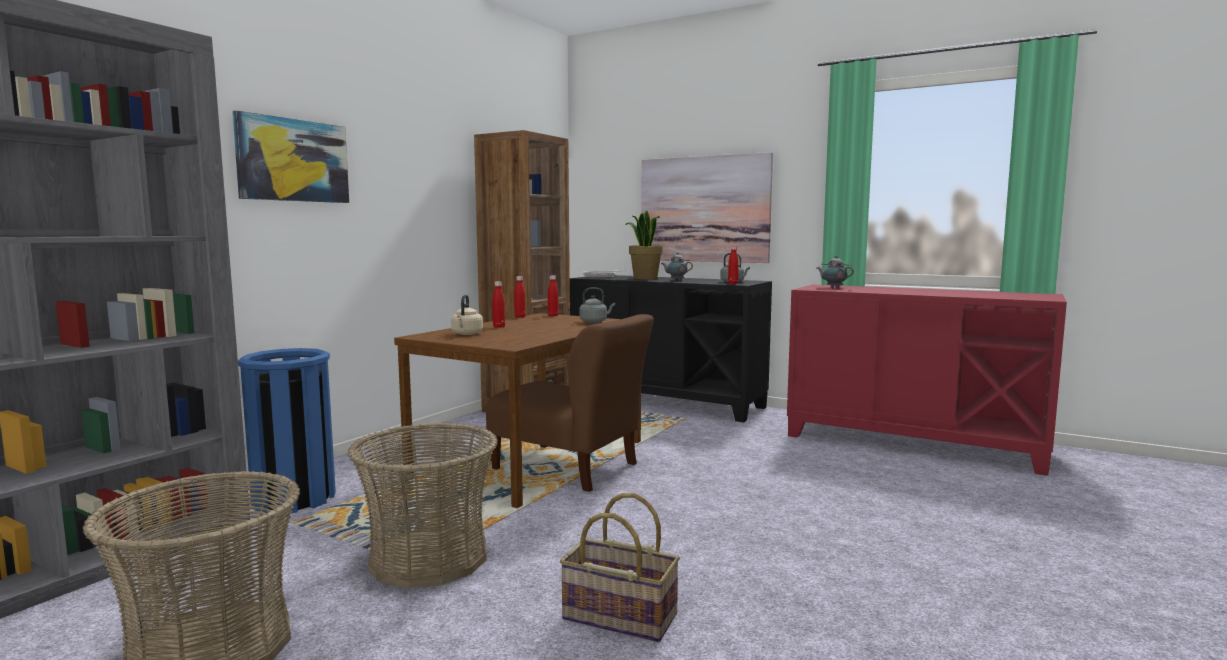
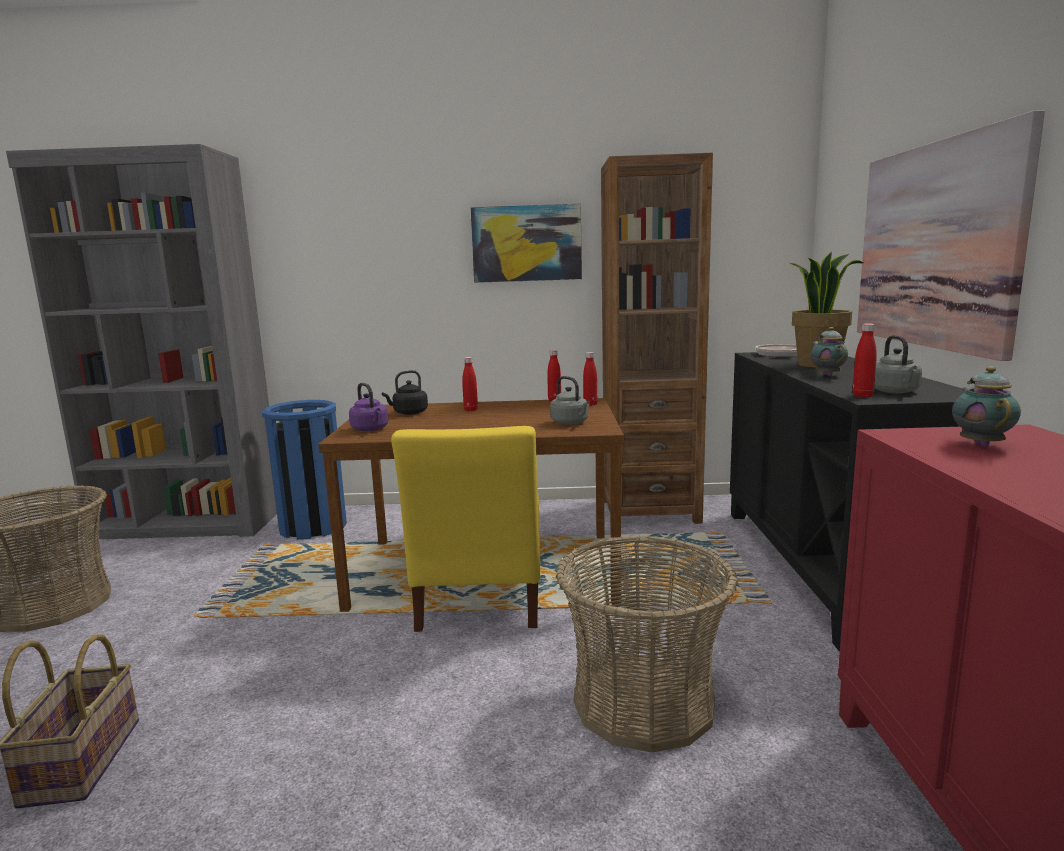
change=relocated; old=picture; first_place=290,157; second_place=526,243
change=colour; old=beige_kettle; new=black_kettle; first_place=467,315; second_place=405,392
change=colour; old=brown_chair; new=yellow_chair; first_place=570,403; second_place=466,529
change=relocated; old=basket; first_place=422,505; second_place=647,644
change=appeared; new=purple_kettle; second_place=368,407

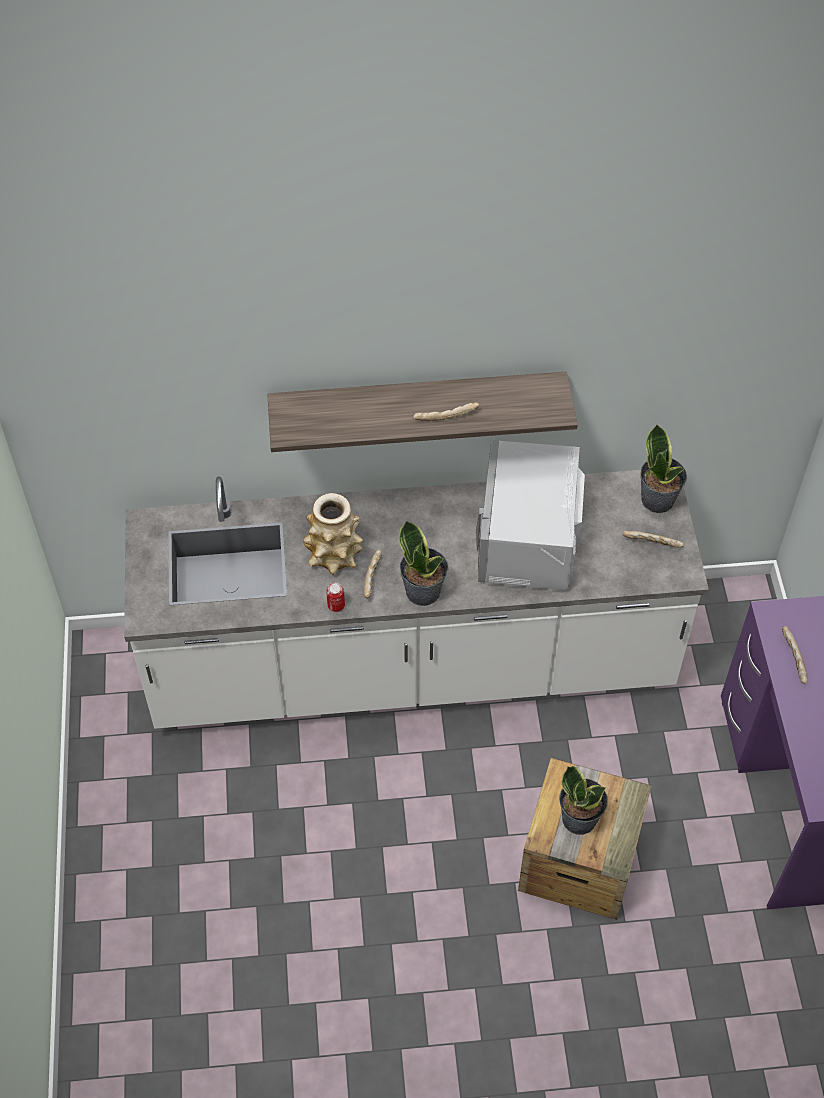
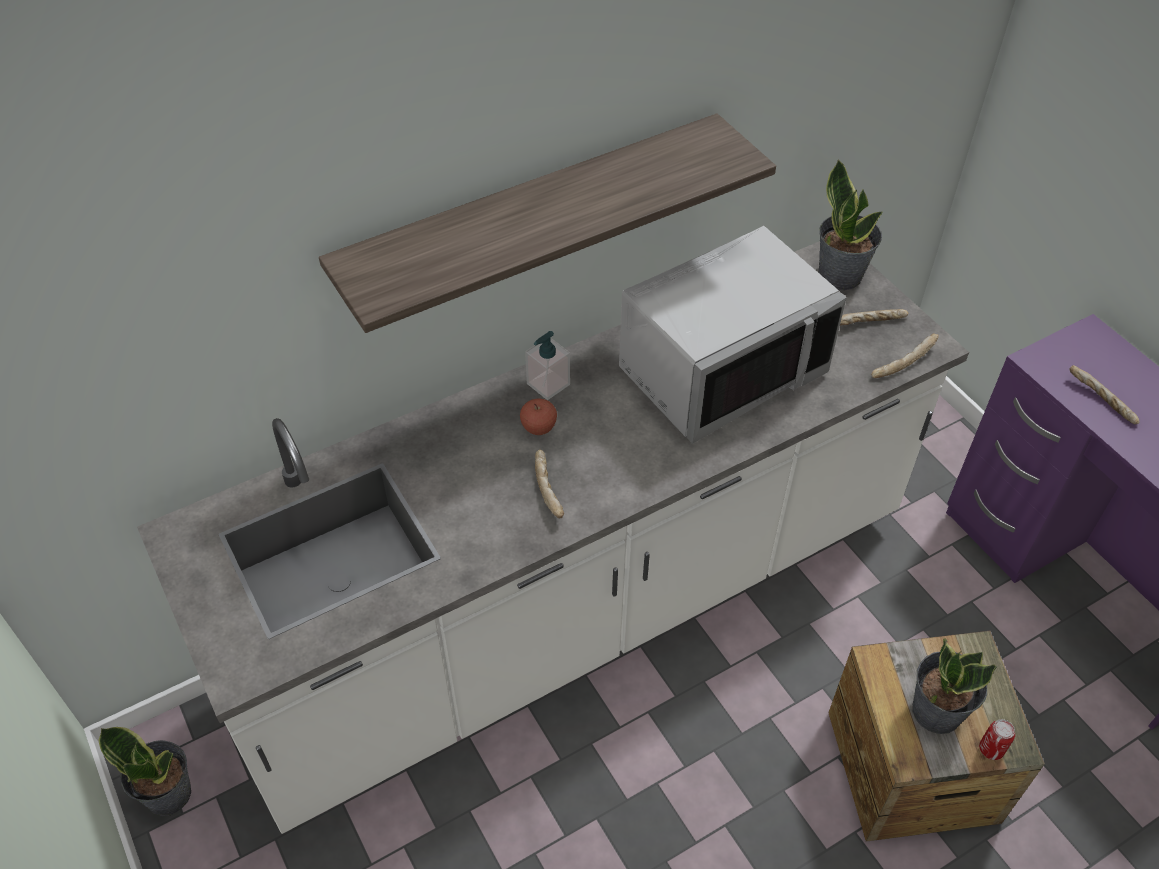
change=relocated; old=bread; first_place=446,411; second_place=905,355
change=spun; old=grey_microwave; first_place=530,515; second_place=733,335; degrees=-105
change=missing; old=vase; first_place=333,533
change=relocated; old=potted_plant; first_place=423,563; second_place=144,771
change=relocated; old=can; first_place=335,597; second_place=997,739
change=appeared; new=soap_dispenser; second_place=547,365
change=appeared; new=apple; second_place=538,417

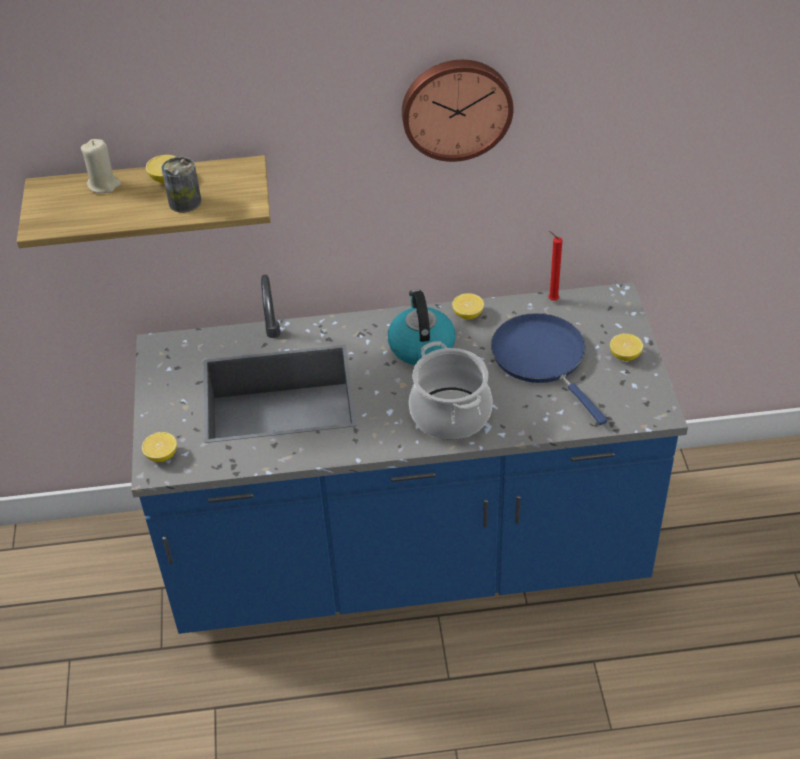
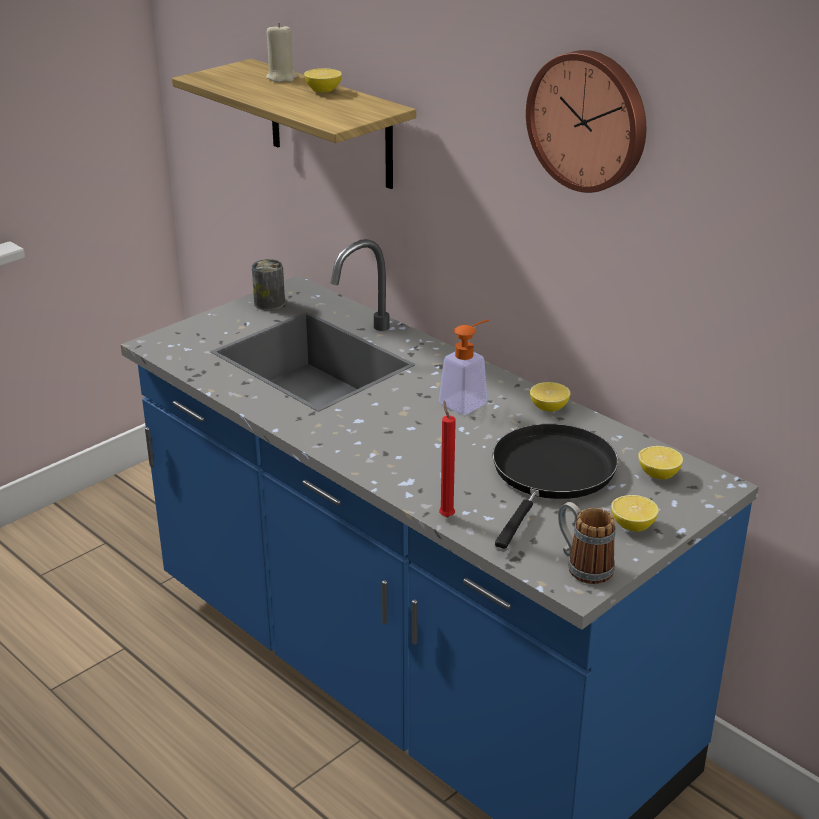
change=relocated; old=can; first_place=181,185; second_place=268,284
change=relocated; old=red_candle; first_place=555,266; second_place=447,459
change=exchanged; old=kettle; new=soap_dispenser; first_place=422,327; second_place=464,367
change=colour; old=blue_frying_pan; new=black_frying_pan; first_place=549,369; second_place=555,486
change=missing; old=cooking_pot; first_place=451,390
change=relocated; old=lemon; first_place=159,447; second_place=660,462
change=appeared; new=mug; second_place=586,543

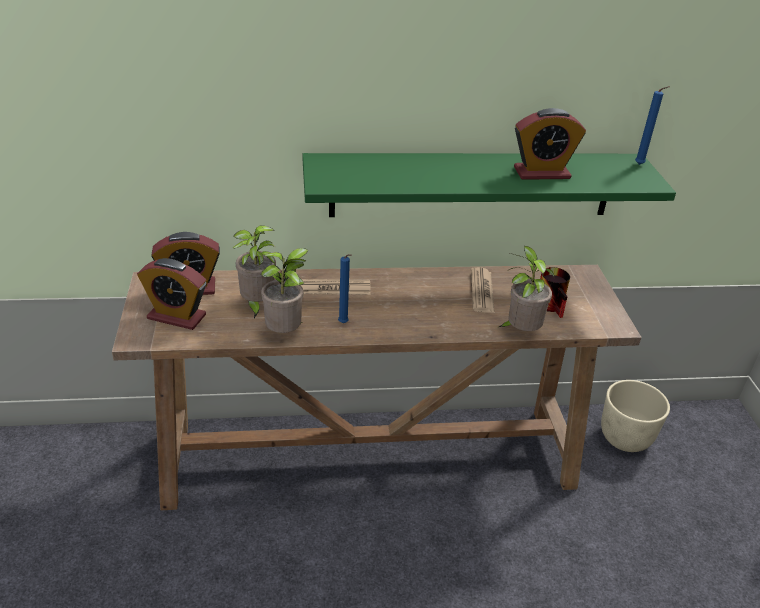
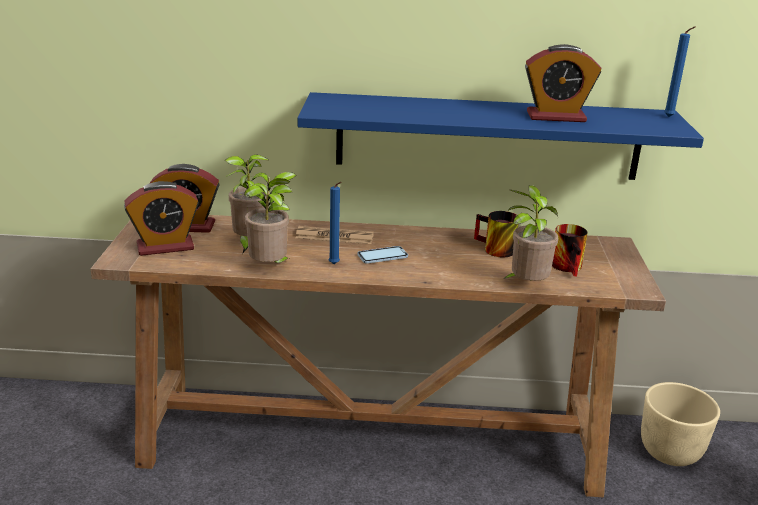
change=colour; old=green_shelf; new=blue_shelf; first_place=489,185; second_place=500,136
change=spun; old=alarm_clock; first_place=171,294; second_place=161,218; degrees=-45
change=exchanged; old=newspaper; new=mug; first_place=483,290; second_place=496,234
change=appeared; new=phone; second_place=382,255

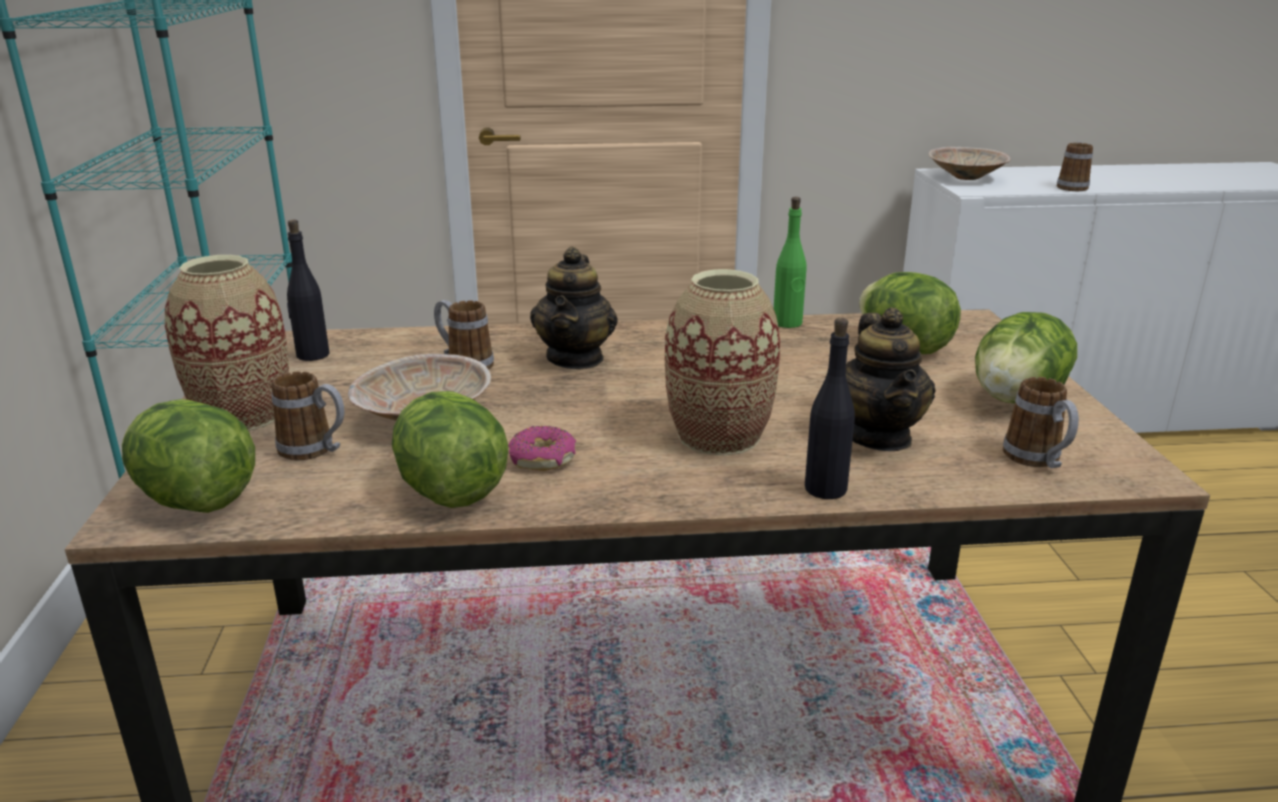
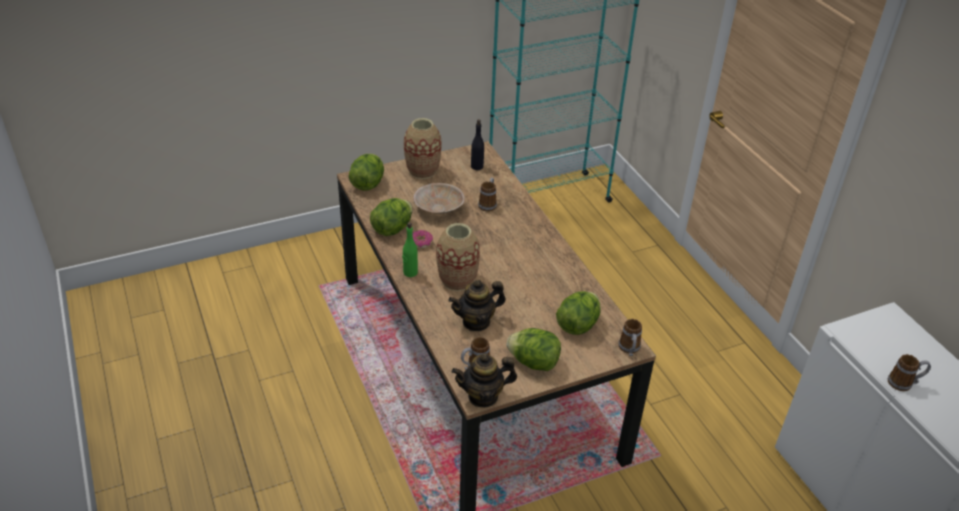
change=missing; old=beige_bowl; first_place=970,163
change=relocated; old=green_bottle; first_place=790,262; second_place=410,249
change=relocated; old=teapot; first_place=574,307; second_place=484,380
change=missing; old=black_bottle; first_place=830,408
change=relocated; old=mug; first_place=308,415; second_place=630,337

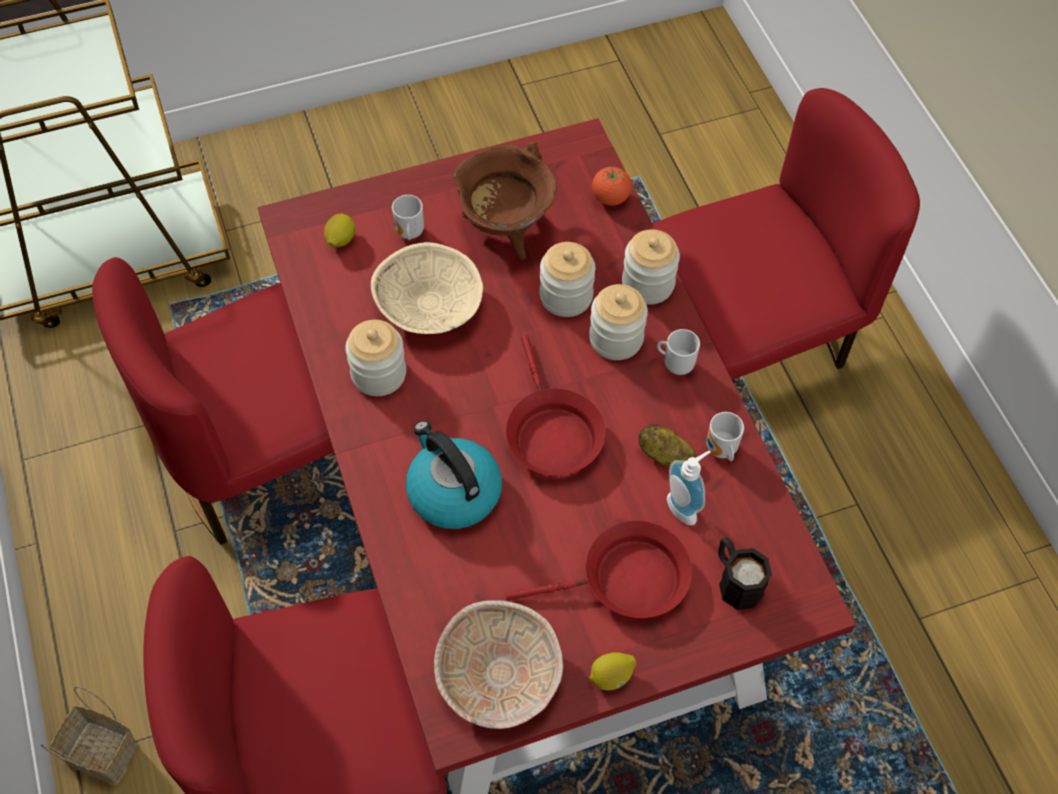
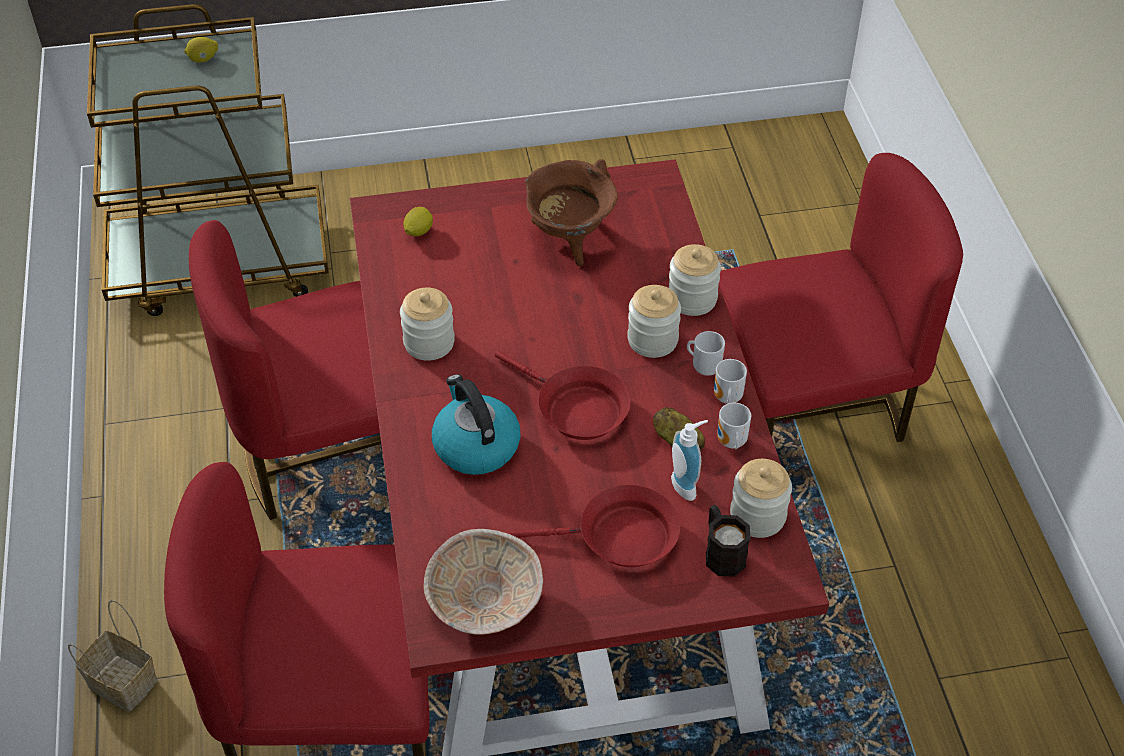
change=missing; old=tomato; first_place=612,185
change=relocated; old=mug; first_place=408,217; second_place=730,381
change=missing; old=beige_bowl; first_place=427,288
change=relocated; old=jar; first_place=567,279; second_place=761,498
change=spun; old=red_frying_pan; first_place=556,405; second_place=563,395; degrees=-45
change=relocated; old=lemon; first_place=612,671; second_place=201,50

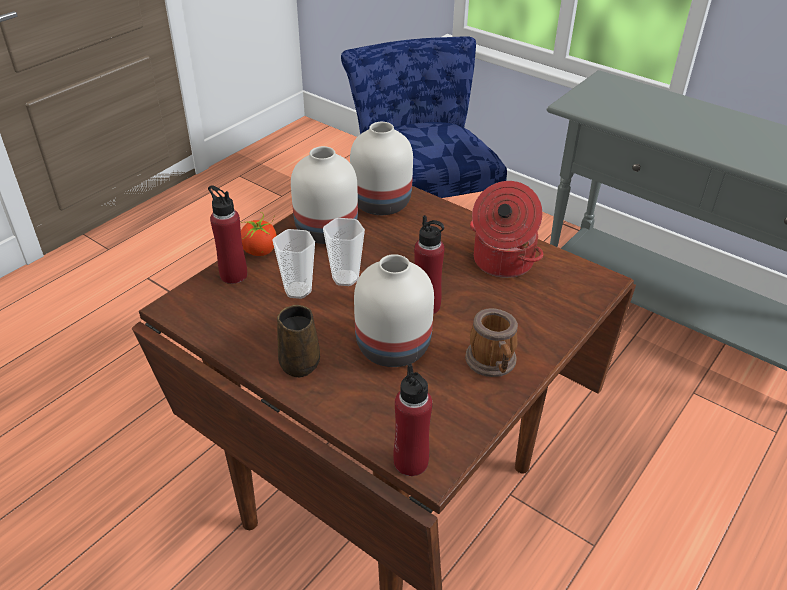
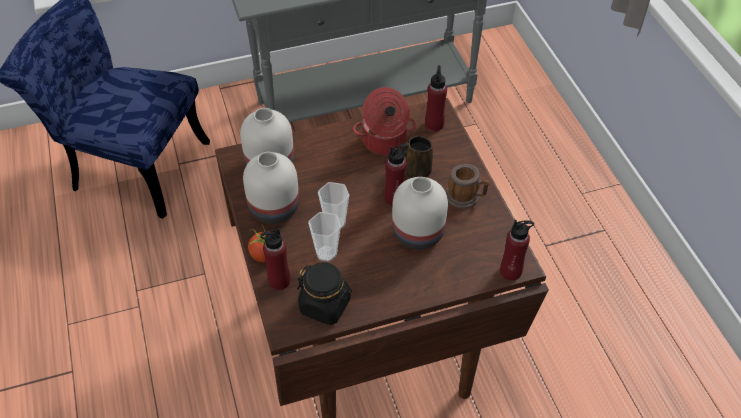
change=relocated; old=brown_mug; first_place=298,341; second_place=417,157
change=appeared; new=red_bottle; second_place=436,98
change=appeared; new=black_jar; second_place=324,293

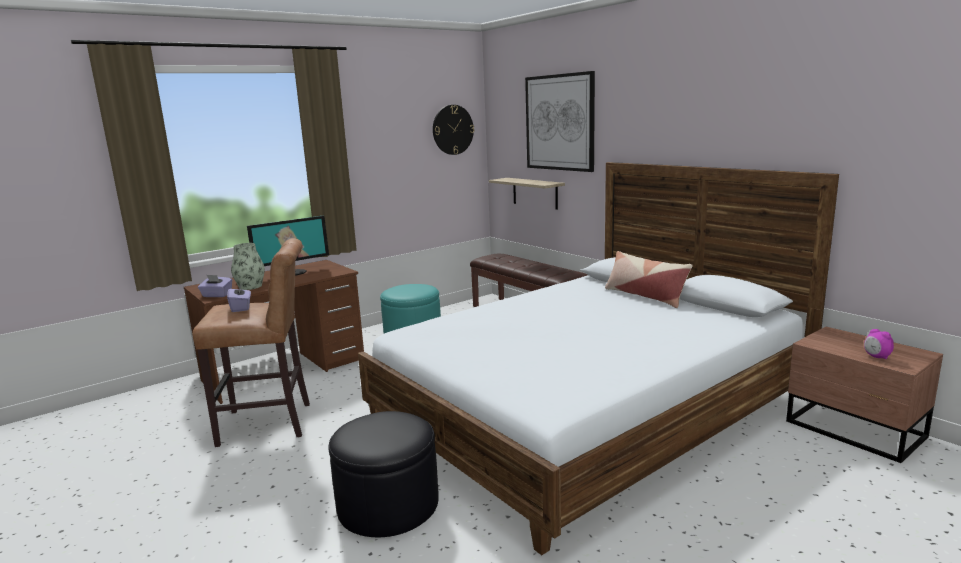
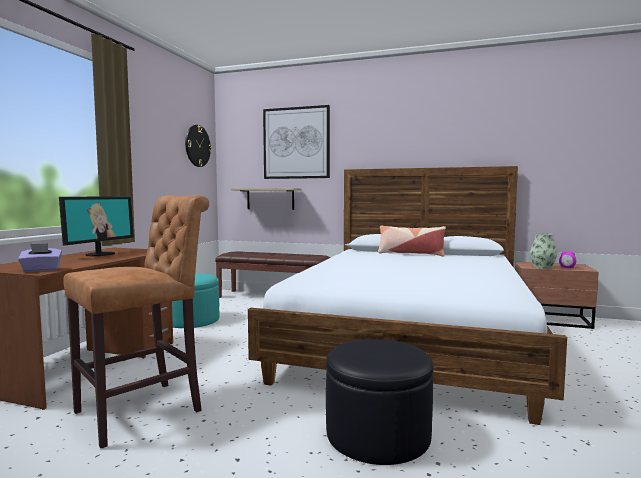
change=relocated; old=vase; first_place=248,266; second_place=543,251
change=missing; old=purple_tissue_box; first_place=239,297

